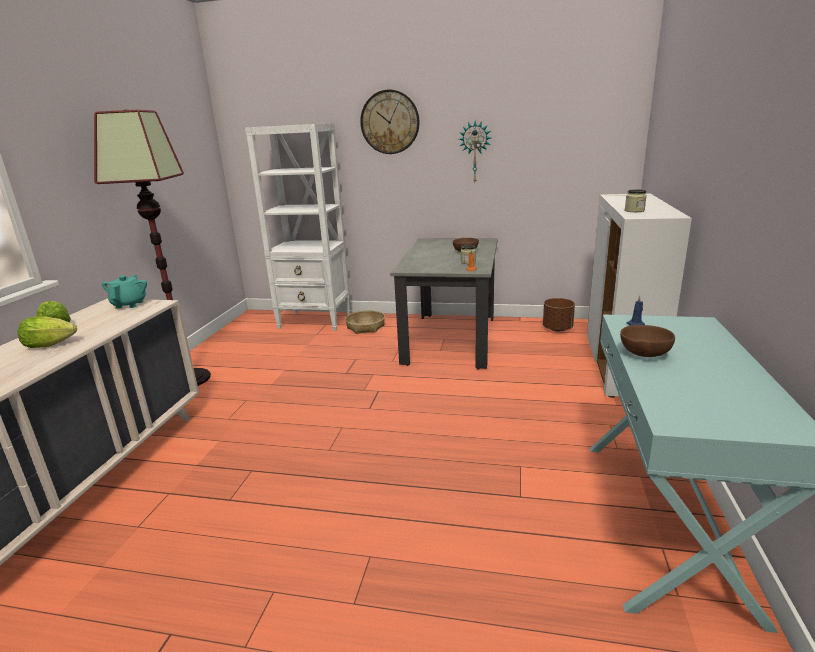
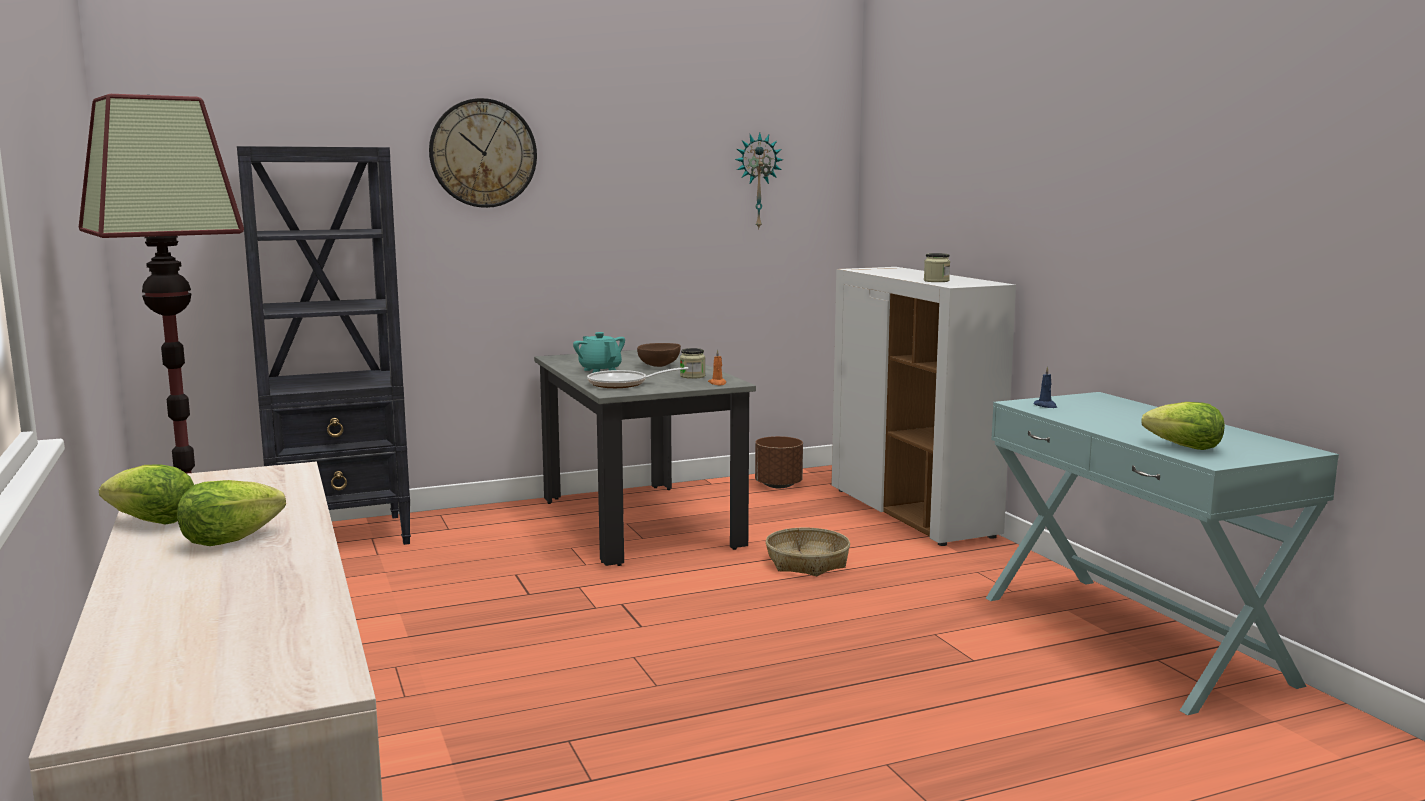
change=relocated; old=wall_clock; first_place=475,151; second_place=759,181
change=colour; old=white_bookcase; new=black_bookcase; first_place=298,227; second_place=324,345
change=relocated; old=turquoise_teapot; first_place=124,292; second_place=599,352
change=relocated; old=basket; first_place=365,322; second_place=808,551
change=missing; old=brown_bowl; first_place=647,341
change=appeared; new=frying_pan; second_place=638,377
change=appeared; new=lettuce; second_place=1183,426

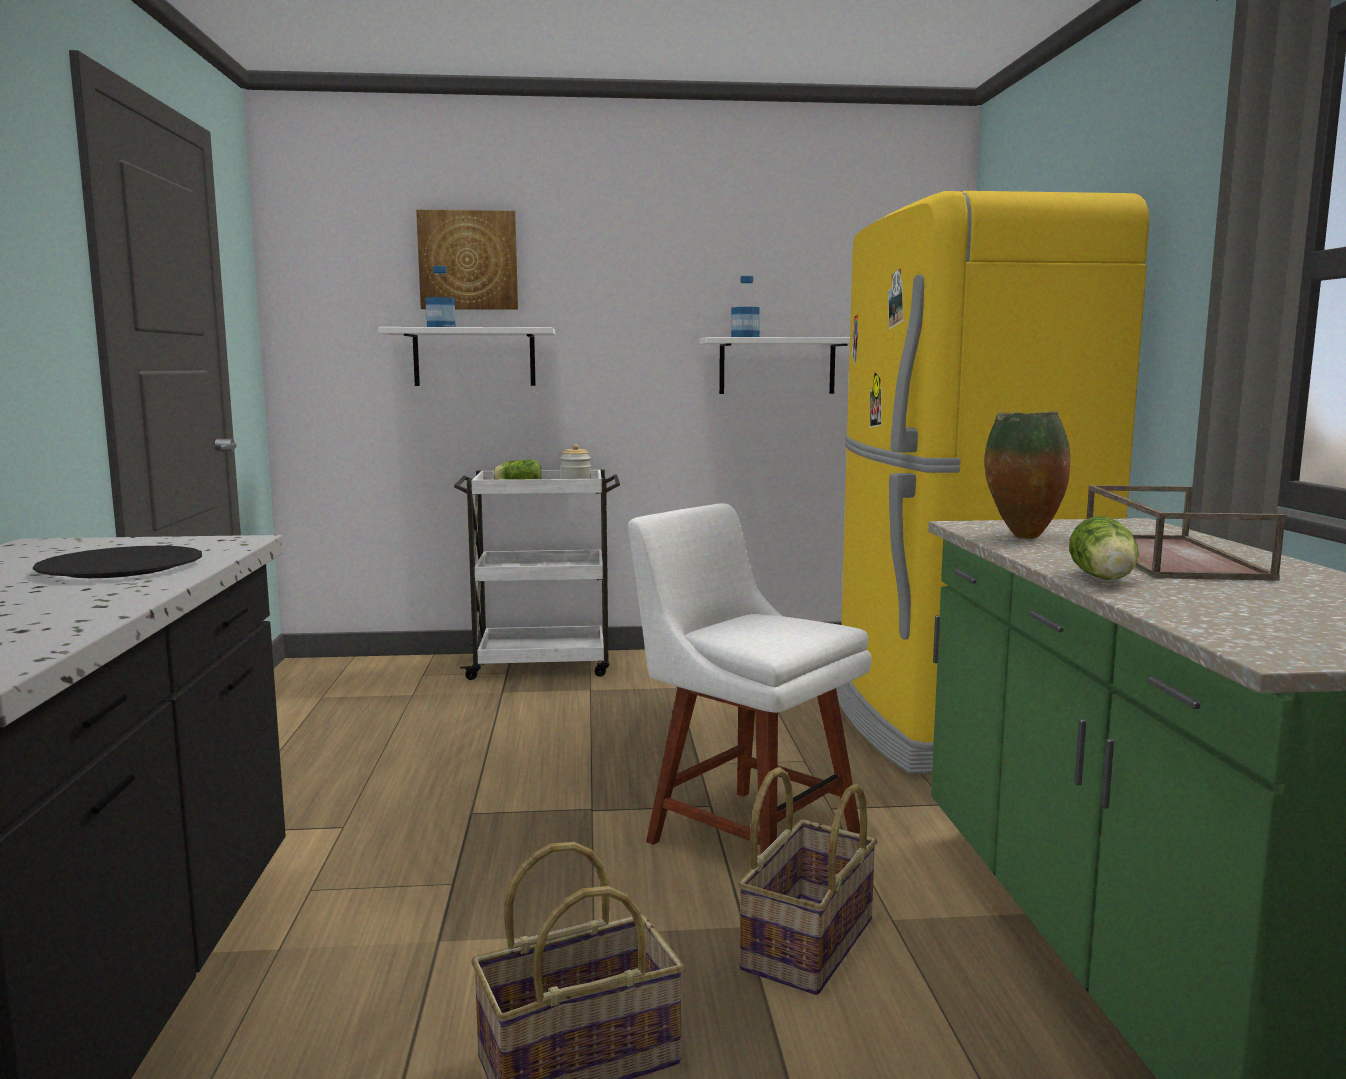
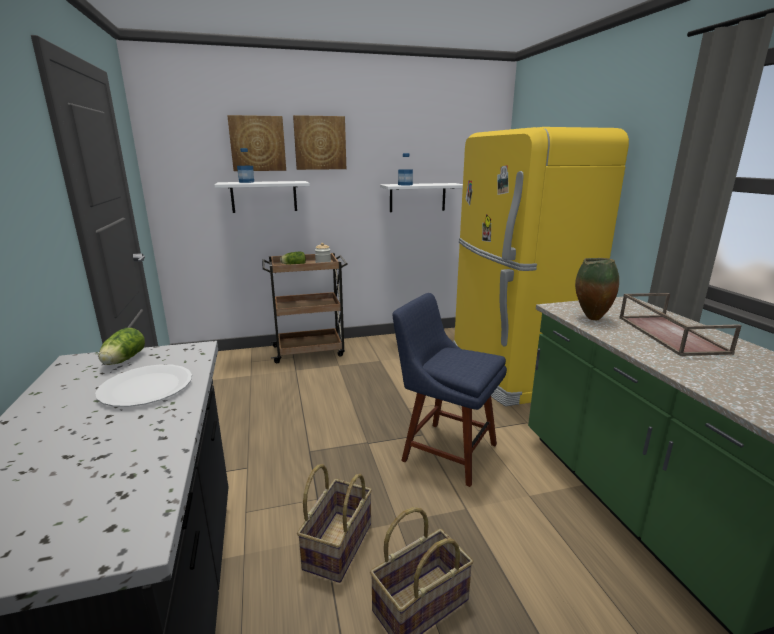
change=colour; old=white_cart; new=brown_cart; first_place=536,575; second_place=304,308
change=colour; old=white_chair; new=blue_chair; first_place=750,678; second_place=449,390
change=relocated; old=lettuce; first_place=1104,548; second_place=122,346
change=colour; old=black_plate; new=white_plate; first_place=117,562; second_place=143,385
change=relocated; old=basket; first_place=807,881; second_place=334,523
change=appeared; new=picture; second_place=319,142

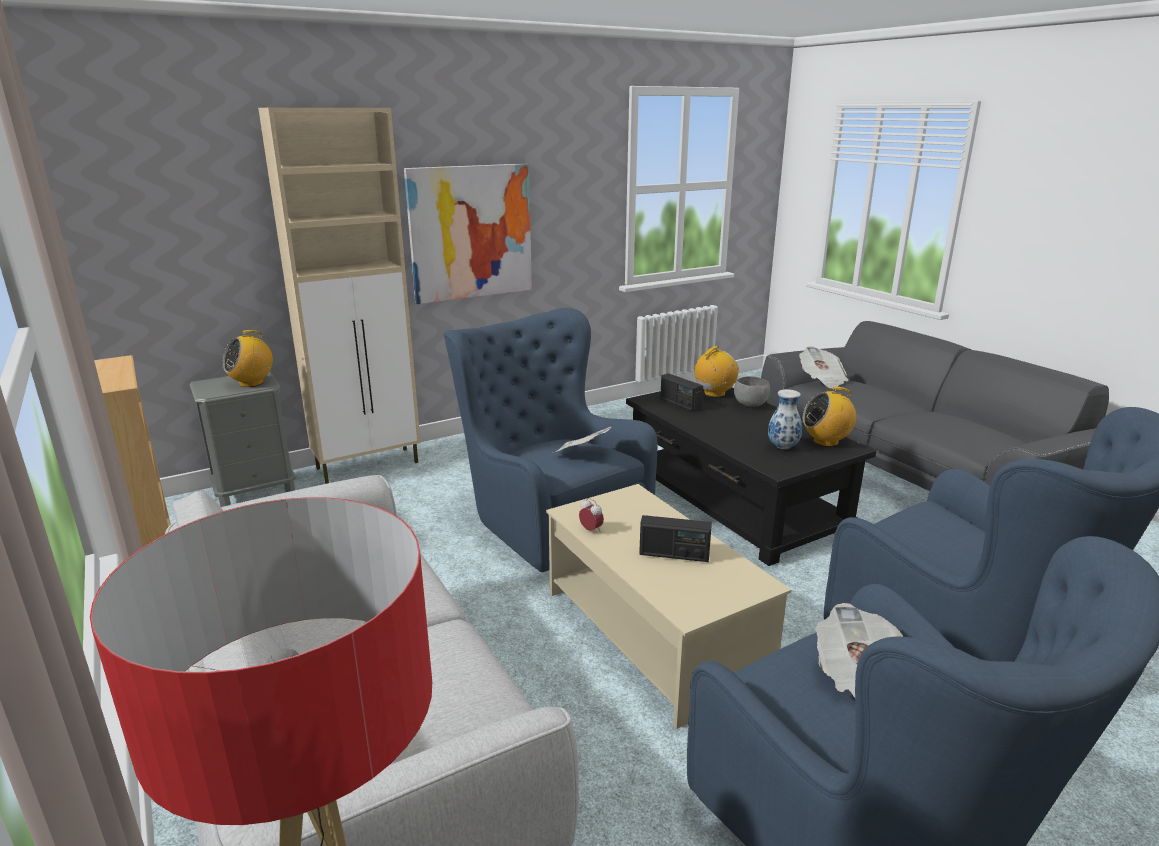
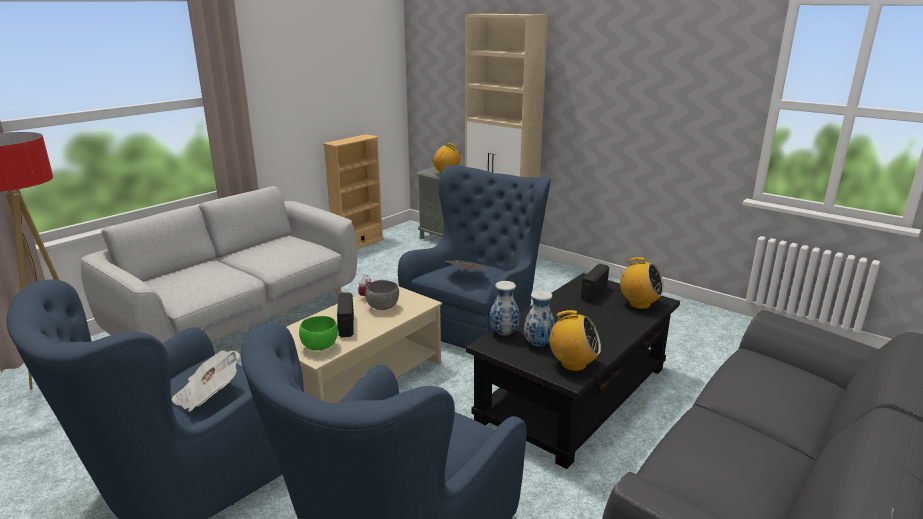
change=missing; old=picture; first_place=468,234
change=missing; old=newspaper; first_place=824,367
change=relocated; old=grey_bowl; first_place=752,391; second_place=382,295
change=spun; old=radio; first_place=829,417; second_place=574,340; degrees=135
change=appeared; new=vase; second_place=504,308
change=appeared; new=green_bowl; second_place=318,333

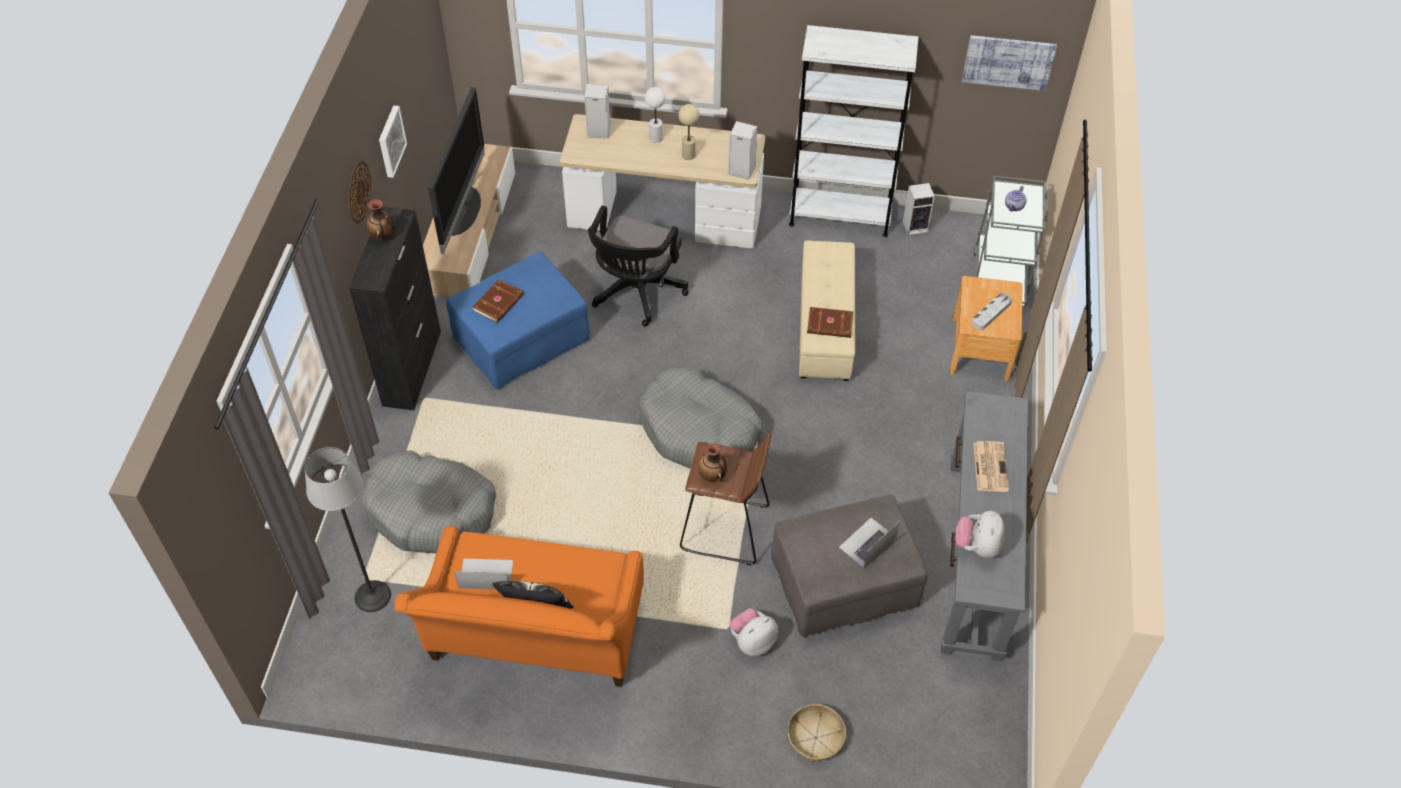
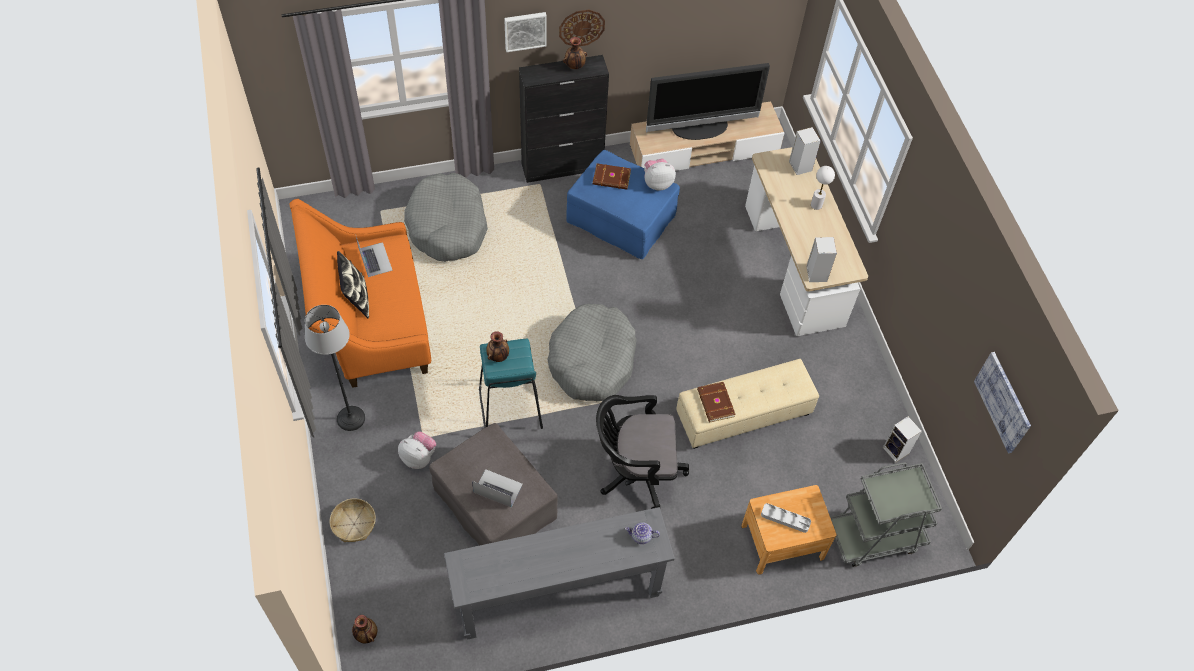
change=missing; old=white_bookcase; first_place=853,131
change=missing; old=beige_table_lamp; first_place=688,132
change=relocated; old=picture; first_place=393,141; second_place=525,32
change=relocated; old=teapot; first_place=1015,198; second_place=642,533
change=relocated; old=black_office_chair; first_place=638,266; second_place=642,452
change=colour; old=brown_stool; new=turquoise_stool; first_place=725,499; second_place=511,384
change=missing; old=newspaper; first_place=991,466
change=relocated; old=floor_lamp; first_place=348,529; second_place=335,368
change=relocated; old=plush_toy; first_place=980,534; second_place=660,174
change=appeared; new=vase; second_place=365,629

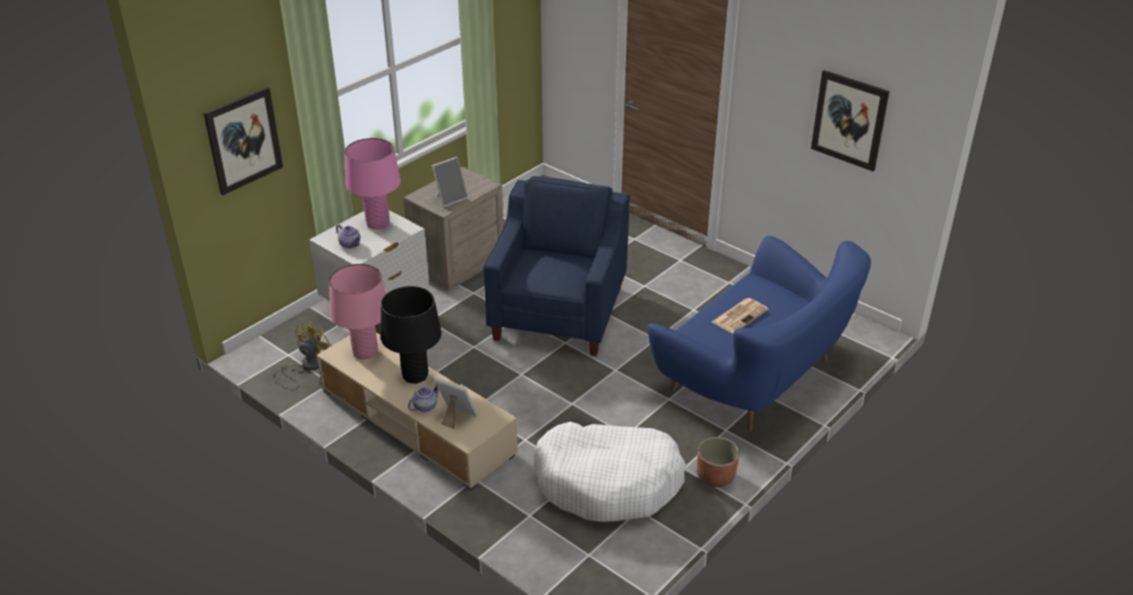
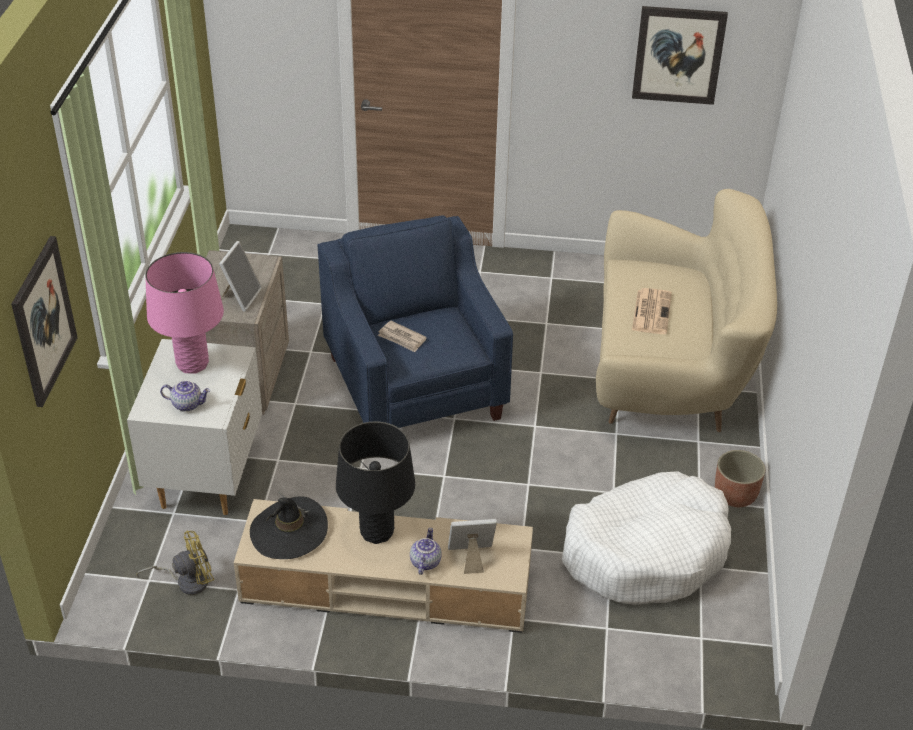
change=colour; old=blue_sofa; new=beige_sofa; first_place=759,333; second_place=686,310
change=exchanged; old=pink_table_lamp; new=black_hat; first_place=357,311; second_place=289,525
change=spun; old=yellow_fan; first_place=303,350; second_place=175,563; degrees=75
change=appeared; new=newspaper; second_place=402,336

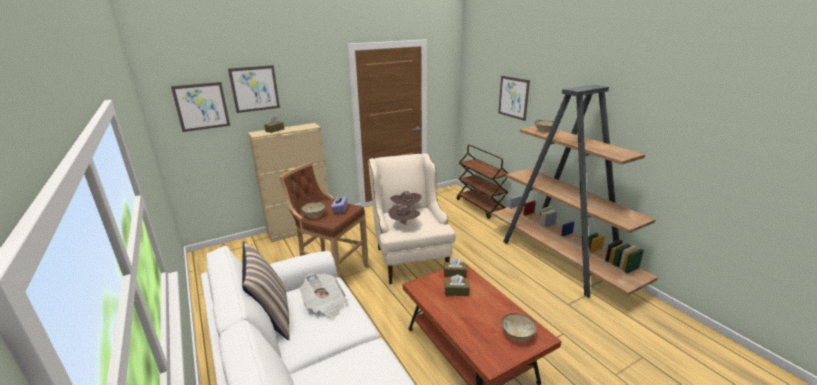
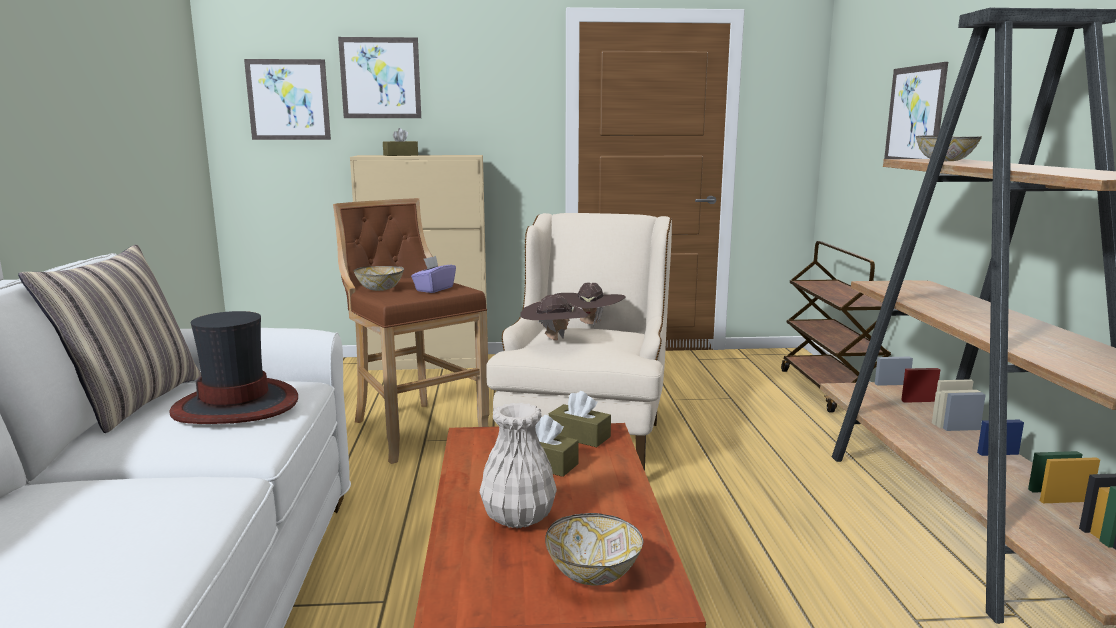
change=exchanged; old=newspaper; new=hat; first_place=323,296; second_place=234,367
change=appeared; new=white_vase; second_place=518,465

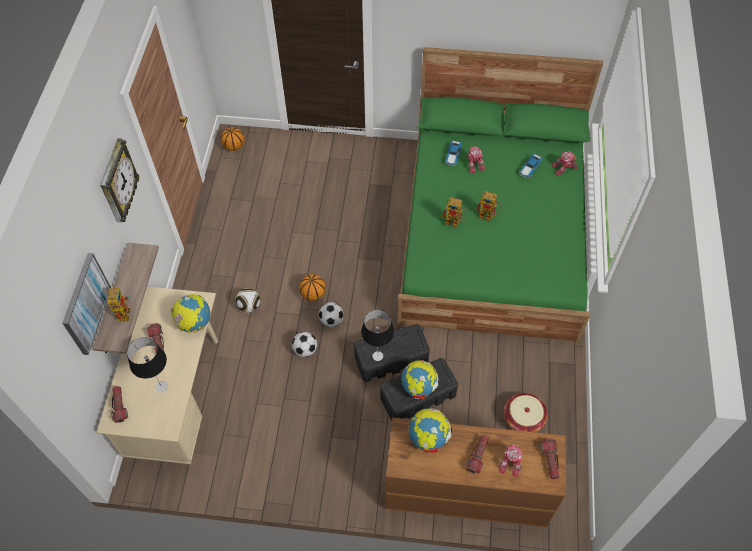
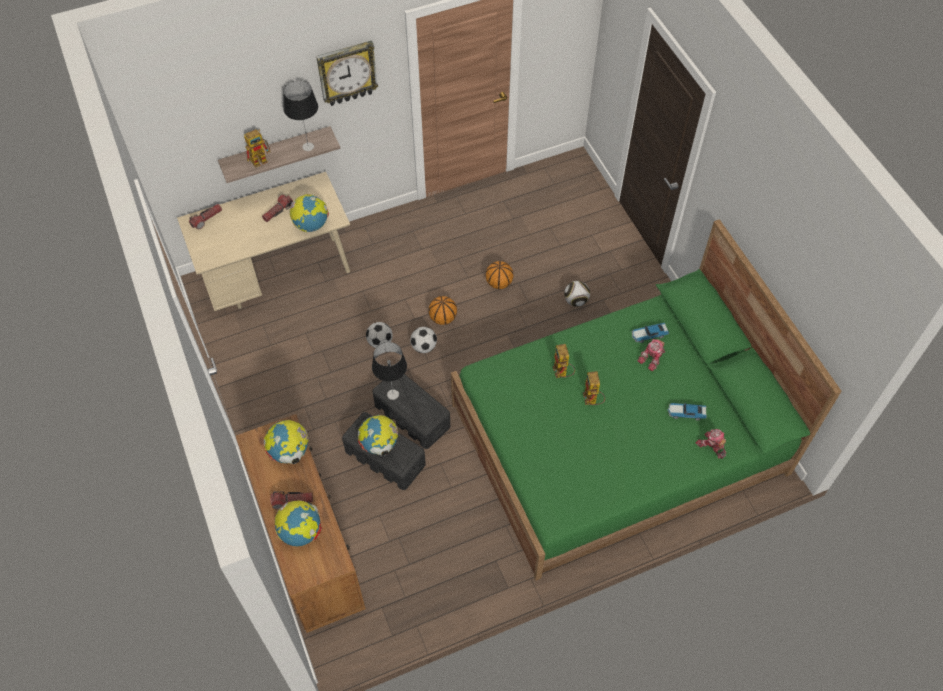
change=relocated; old=basketball; first_place=233,139; second_place=499,275
change=missing; old=picture; first_place=86,304
change=relocated; old=football; first_place=247,300; second_place=577,294
change=relocated; old=table_lamp; first_place=147,364; second_place=300,115
change=missing; old=basket; first_place=526,412
change=missing; old=flashlight; first_place=549,458
change=exchanged; old=toy_robot; new=globe; first_place=510,460; second_place=298,523

